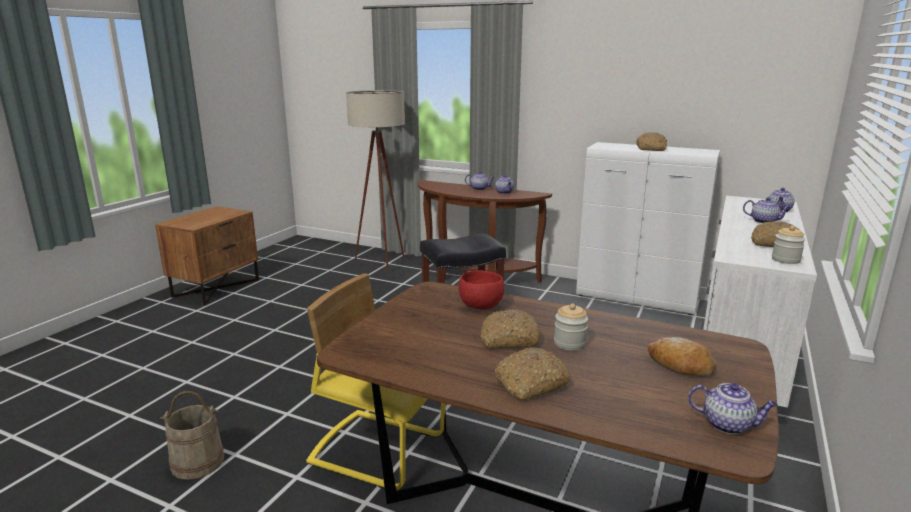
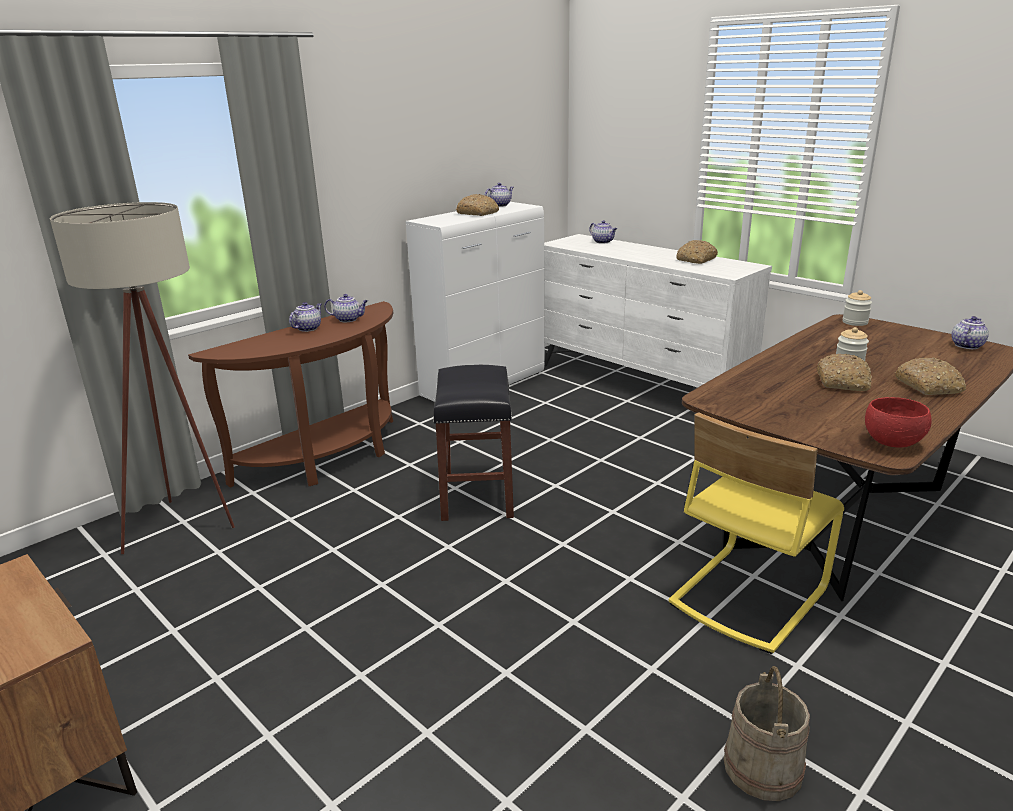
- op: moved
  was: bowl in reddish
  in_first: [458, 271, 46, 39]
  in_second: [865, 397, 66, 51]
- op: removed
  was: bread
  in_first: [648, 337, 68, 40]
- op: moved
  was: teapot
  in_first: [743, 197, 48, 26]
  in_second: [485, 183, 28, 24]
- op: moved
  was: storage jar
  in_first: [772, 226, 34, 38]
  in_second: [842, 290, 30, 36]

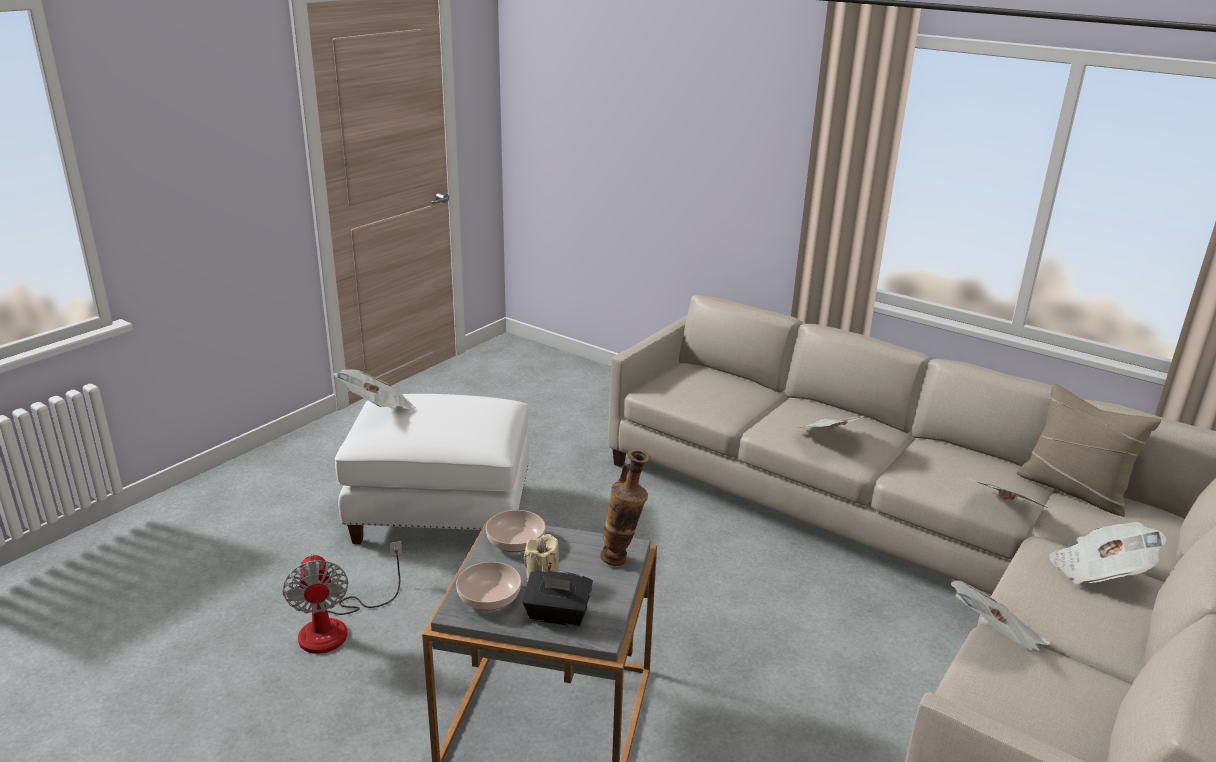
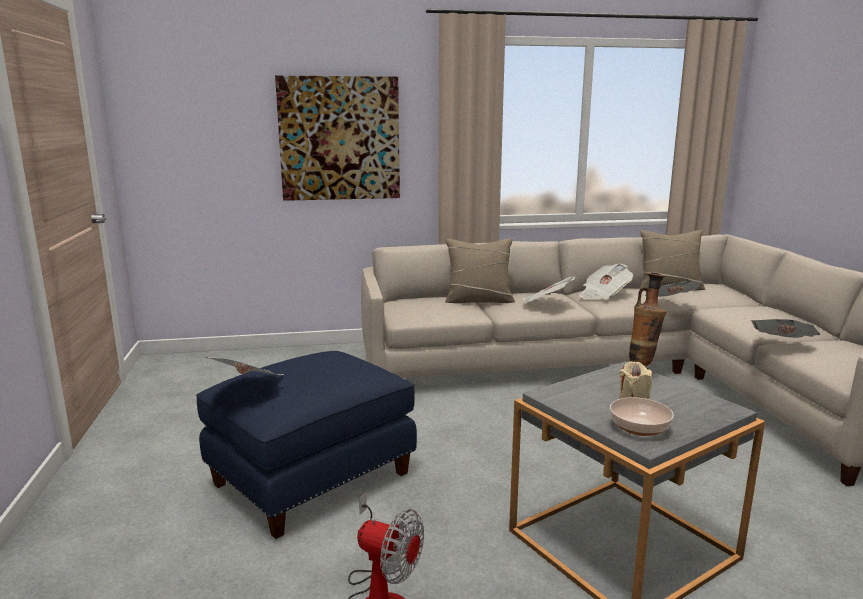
- op: recoloured
  was: pouffe in white-coloured
  now: pouffe in bluish
  in_first: [335, 394, 194, 150]
  in_second: [196, 351, 221, 188]
- op: removed
  was: bowl
  in_first: [486, 510, 59, 42]
- op: removed
  was: tissue holder in black-coloured
  in_first: [522, 570, 71, 56]
- op: moved
  was: newspaper
  in_first: [1048, 522, 119, 62]
  in_second: [579, 264, 54, 36]
- op: added
  now: picture
  in_second: [275, 75, 125, 126]
- op: added
  now: cushion in beige
  in_second: [445, 238, 70, 65]

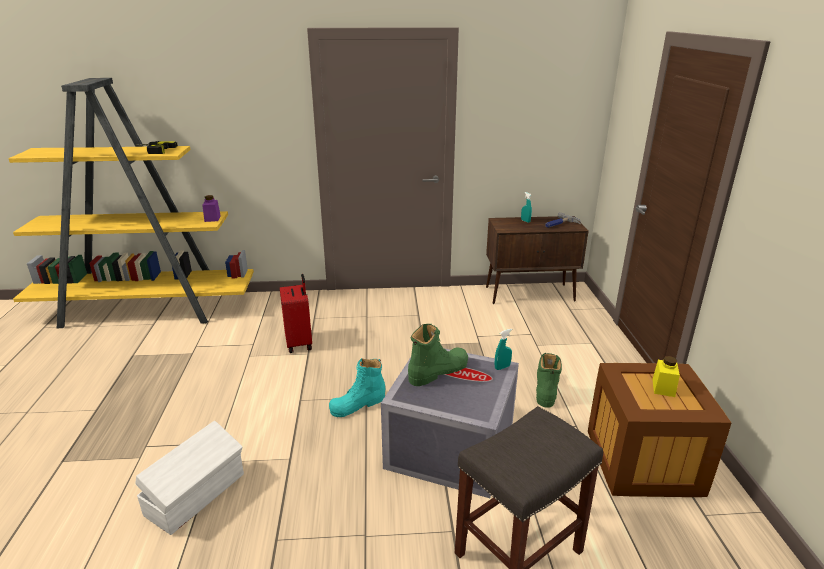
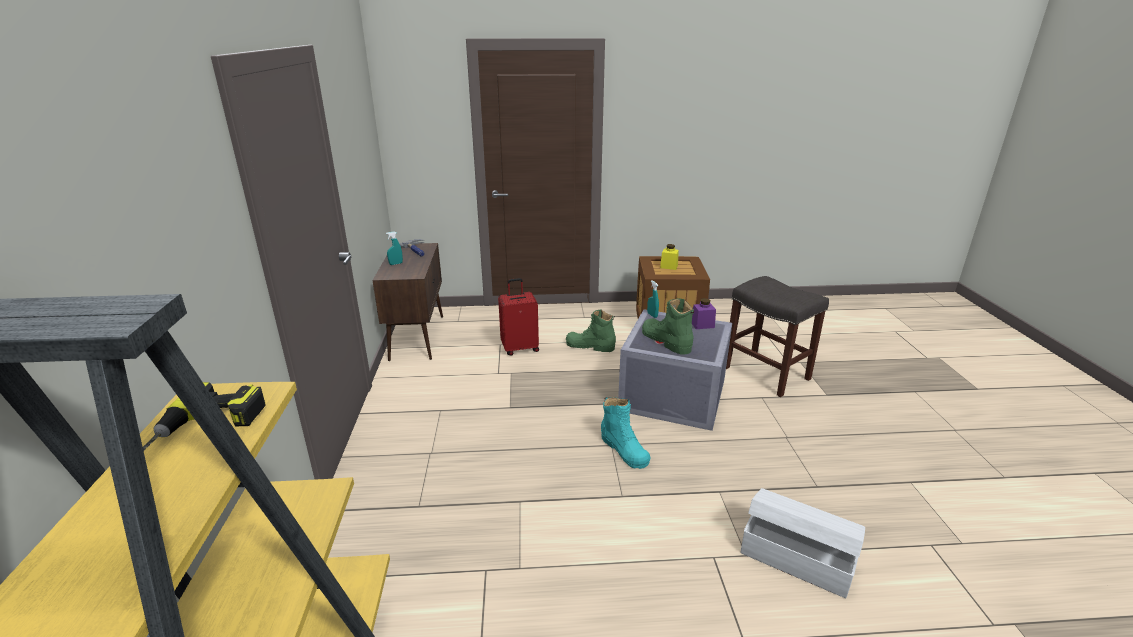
- op: moved
  was: storage jar in purple
  in_first: [202, 195, 19, 27]
  in_second: [692, 298, 24, 31]
- op: moved
  was: suitcase in reddish
  in_first: [280, 274, 32, 79]
  in_second: [498, 278, 41, 78]

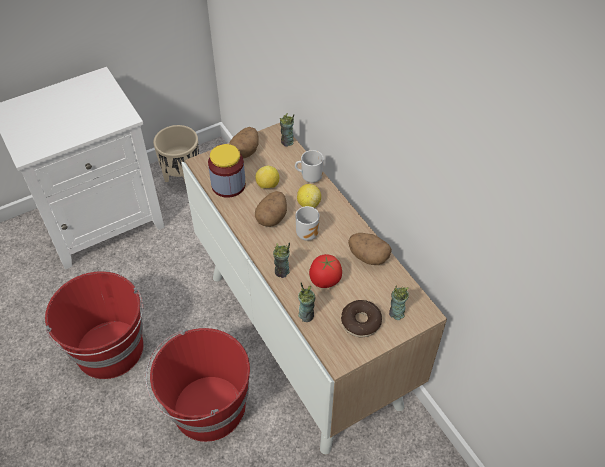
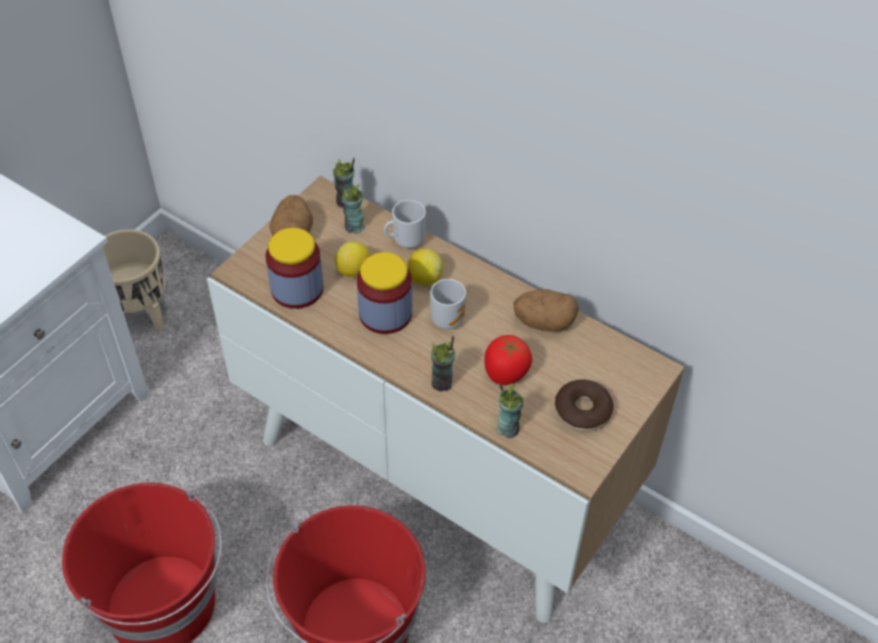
- op: replaced
  was: whole potato
  now: storage jar
  in_first: [255, 191, 32, 36]
  in_second: [357, 252, 55, 82]
- op: moved
  was: small cup
  in_first: [389, 285, 20, 35]
  in_second: [341, 184, 24, 50]

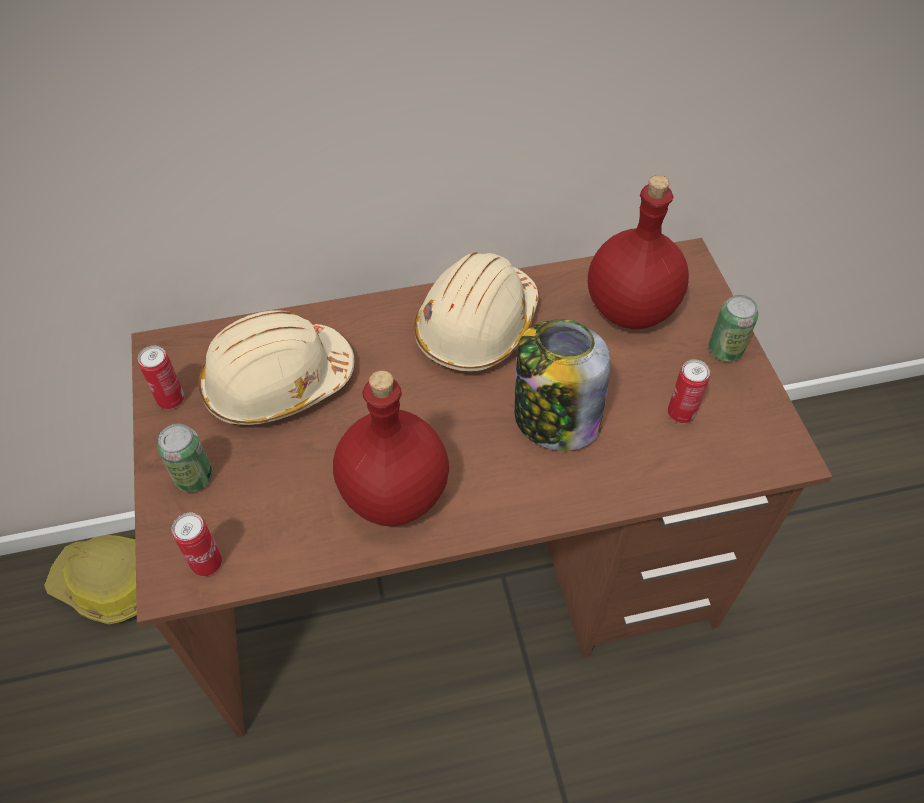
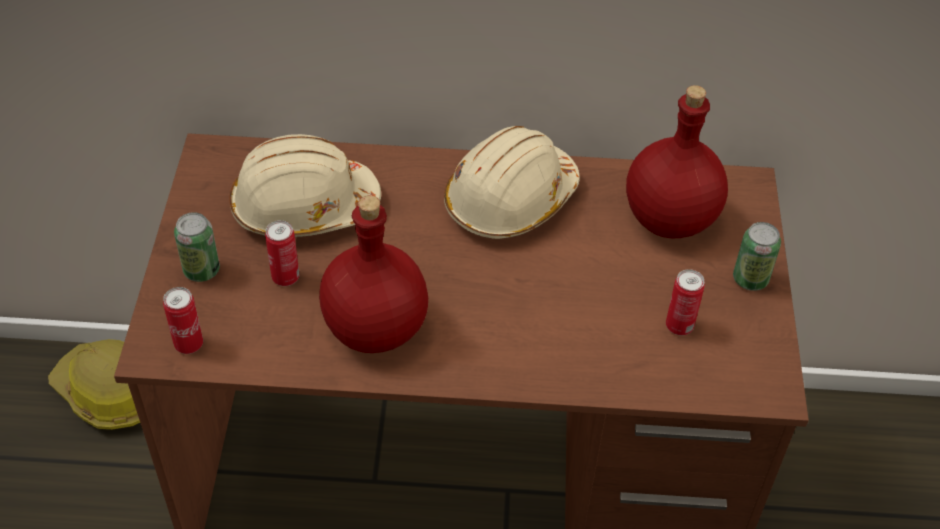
- op: moved
  was: can
  in_first: [138, 346, 46, 63]
  in_second: [265, 220, 34, 66]
- op: removed
  was: storage jar
  in_first: [515, 319, 96, 132]

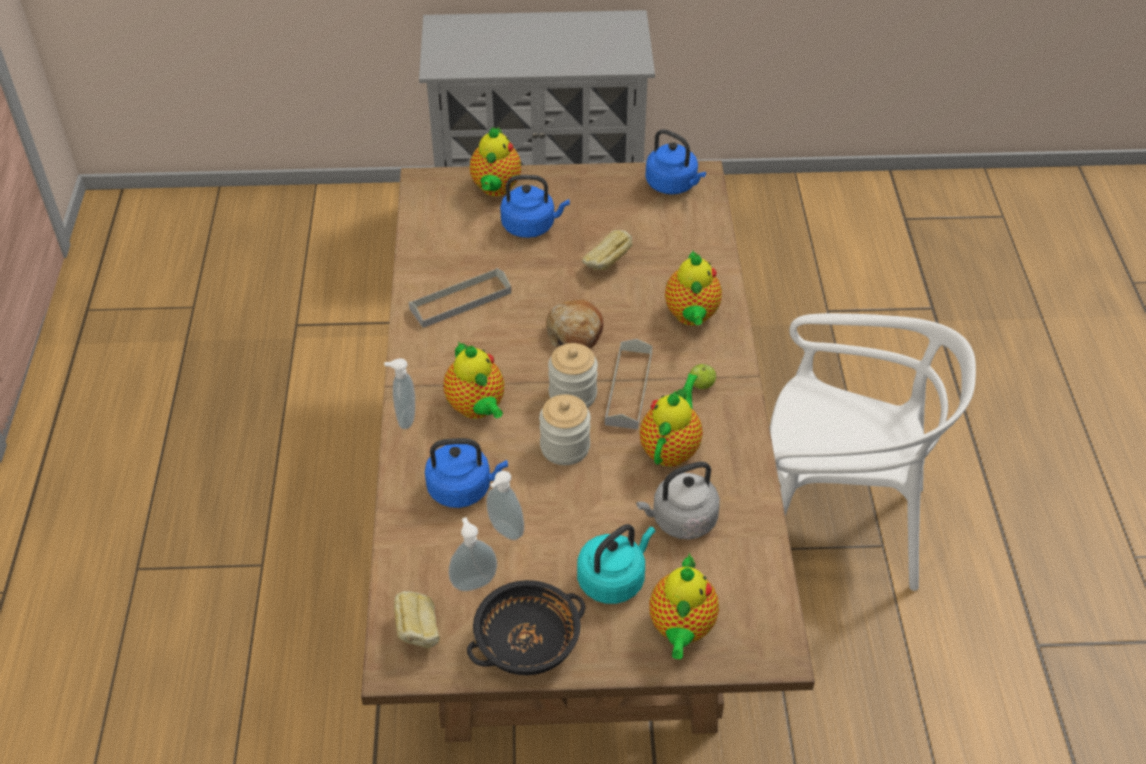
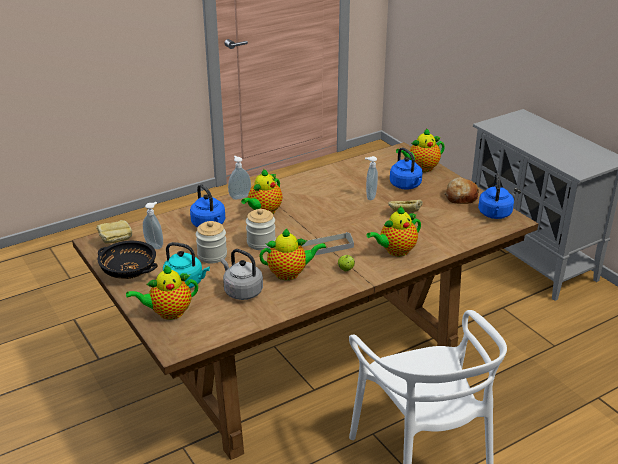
- op: removed
  was: serving tray in greyish
  in_first: [409, 268, 102, 60]
- op: moved
  was: soap bottle
  in_first: [486, 471, 38, 69]
  in_second: [365, 156, 13, 44]
- op: moved
  was: bread
  in_first: [546, 300, 58, 49]
  in_second: [444, 177, 35, 27]
- op: moved
  was: storage jar
  in_first: [548, 343, 50, 65]
  in_second: [196, 221, 31, 42]

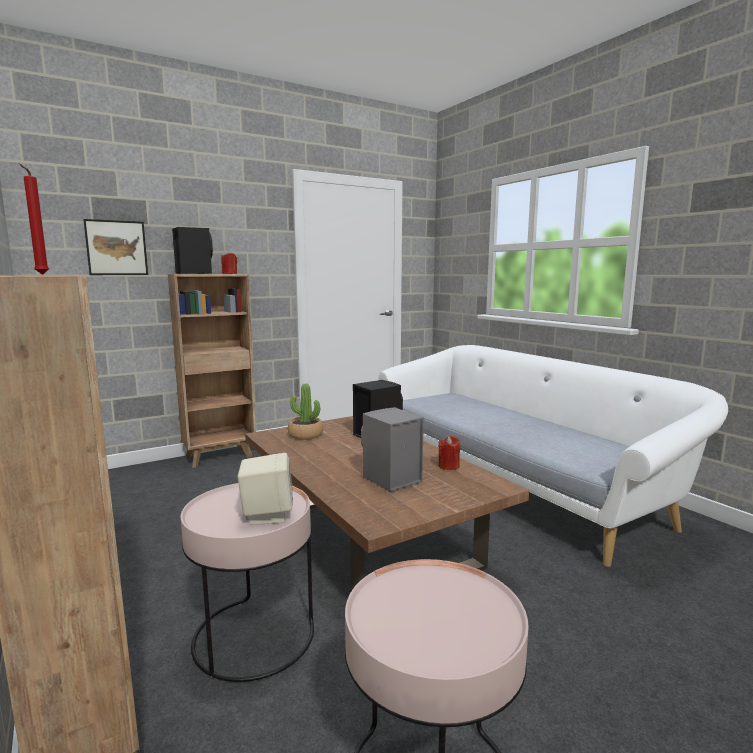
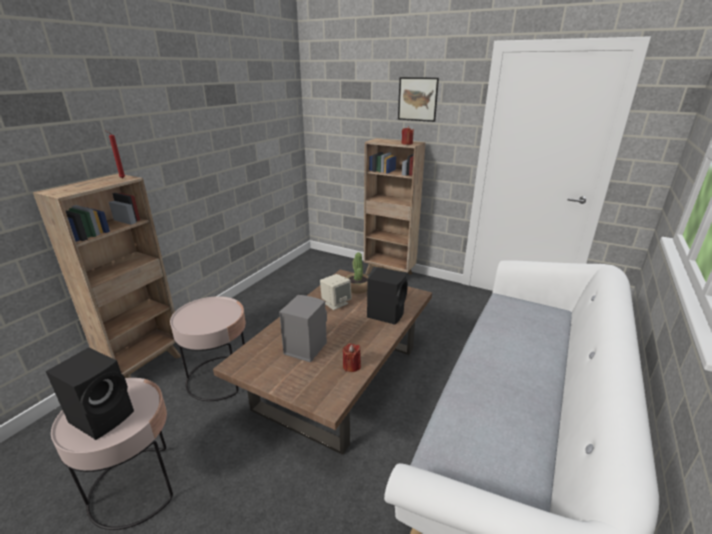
- op: moved
  was: picture
  in_first: [83, 219, 65, 56]
  in_second: [398, 77, 41, 45]
- op: moved
  was: audio speaker in black-coloured
  in_first: [172, 227, 41, 47]
  in_second: [46, 347, 88, 93]
- op: moved
  was: audio speaker in beige
  in_first: [238, 453, 55, 72]
  in_second: [320, 274, 32, 36]

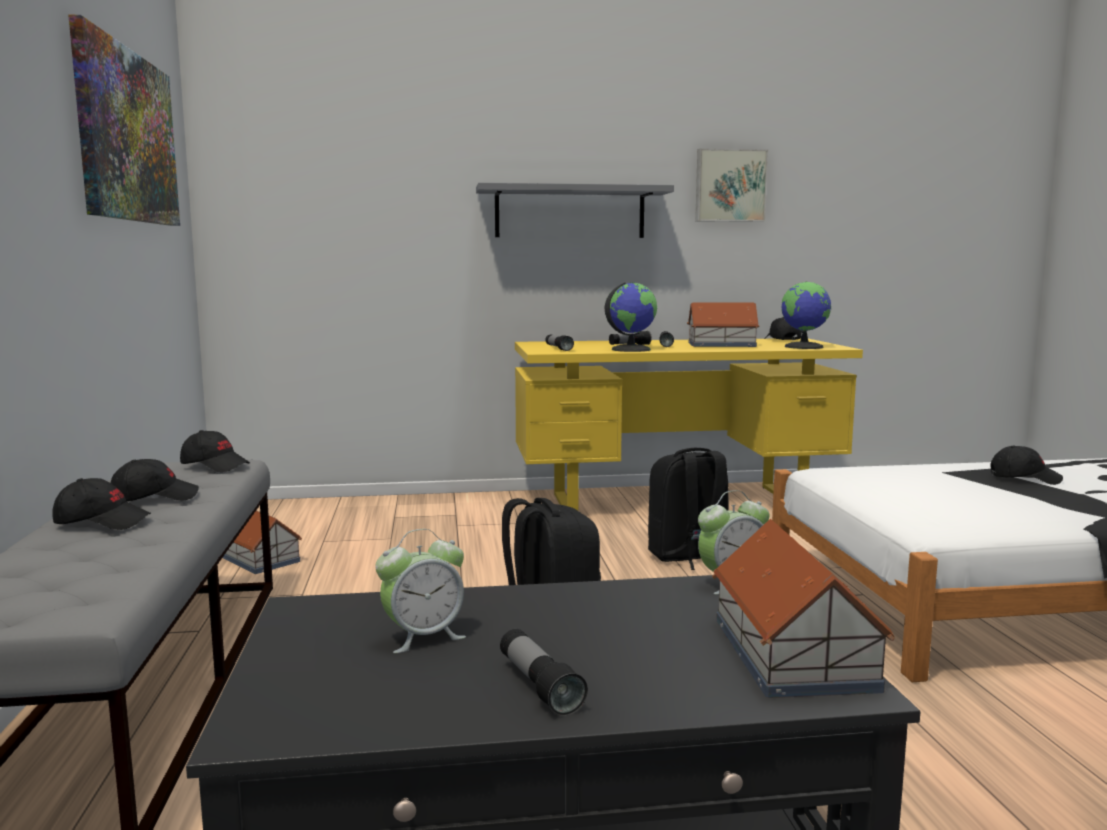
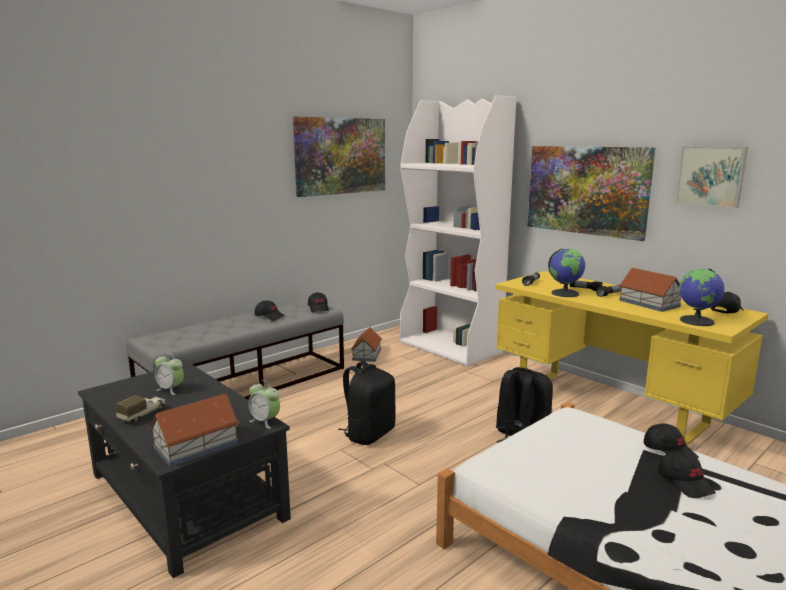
- op: moved
  was: peaked cap in black-coloured
  in_first: [53, 478, 98, 52]
  in_second: [644, 423, 55, 36]
- op: replaced
  was: shelf in greyish
  now: picture
  in_first: [476, 182, 198, 56]
  in_second: [528, 146, 128, 95]
- op: replaced
  was: hand torch
  now: toy lorry
  in_first: [500, 629, 88, 87]
  in_second: [115, 395, 51, 27]
- op: added
  now: shelving unit in white-coloured
  in_second: [400, 95, 116, 271]

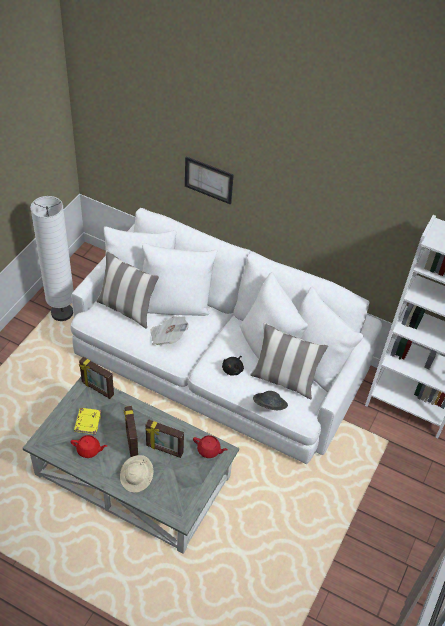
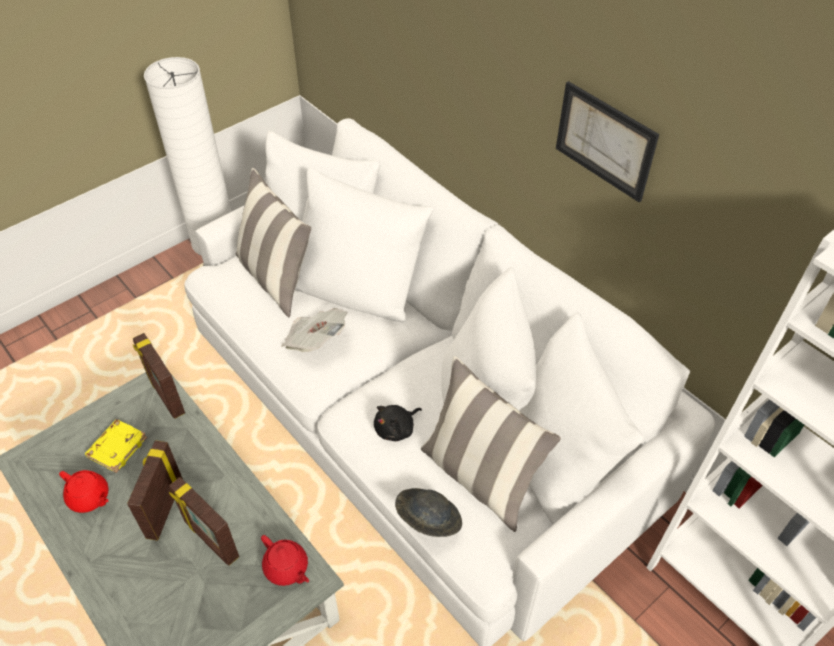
- op: removed
  was: clothing hat in beige
  in_first: [120, 455, 33, 38]
- op: moved
  was: picture
  in_first: [185, 157, 49, 48]
  in_second: [556, 81, 103, 121]

